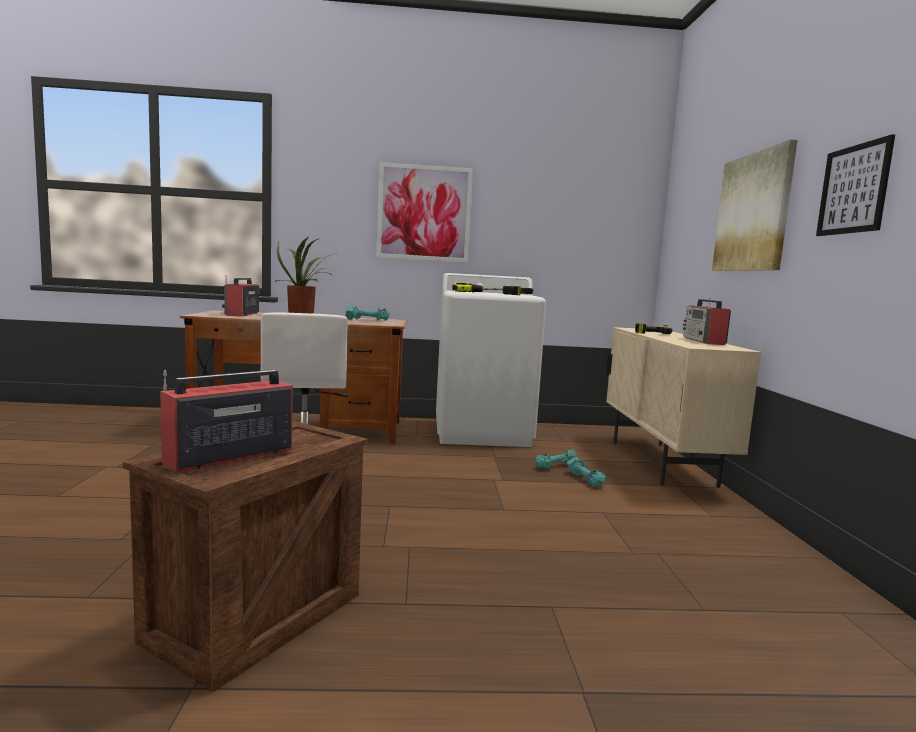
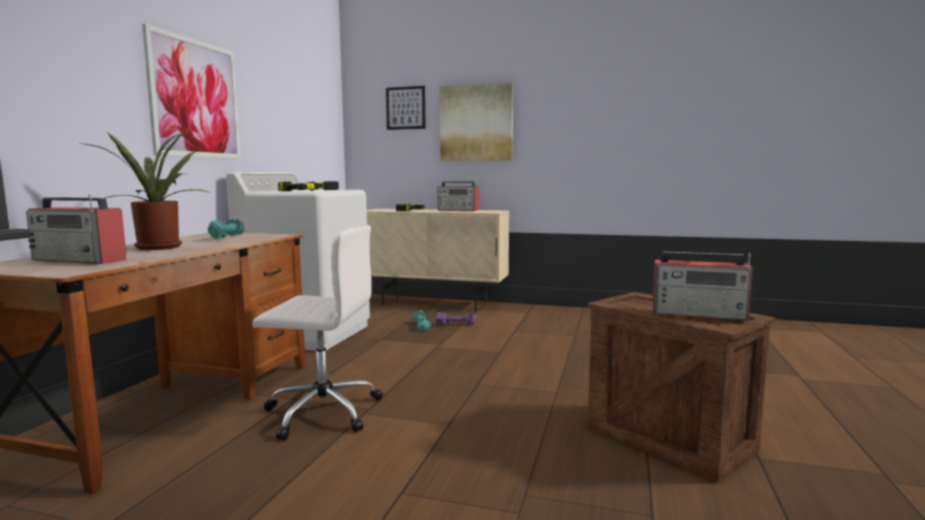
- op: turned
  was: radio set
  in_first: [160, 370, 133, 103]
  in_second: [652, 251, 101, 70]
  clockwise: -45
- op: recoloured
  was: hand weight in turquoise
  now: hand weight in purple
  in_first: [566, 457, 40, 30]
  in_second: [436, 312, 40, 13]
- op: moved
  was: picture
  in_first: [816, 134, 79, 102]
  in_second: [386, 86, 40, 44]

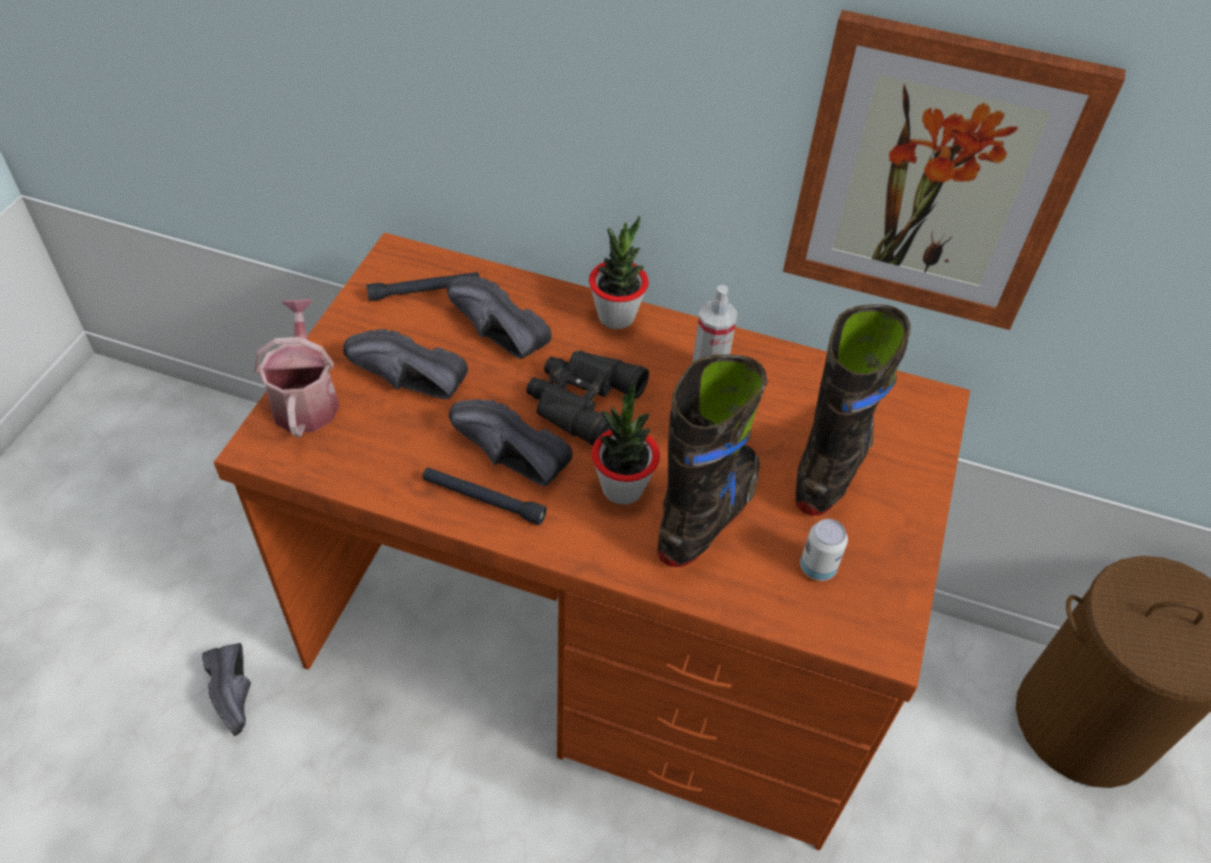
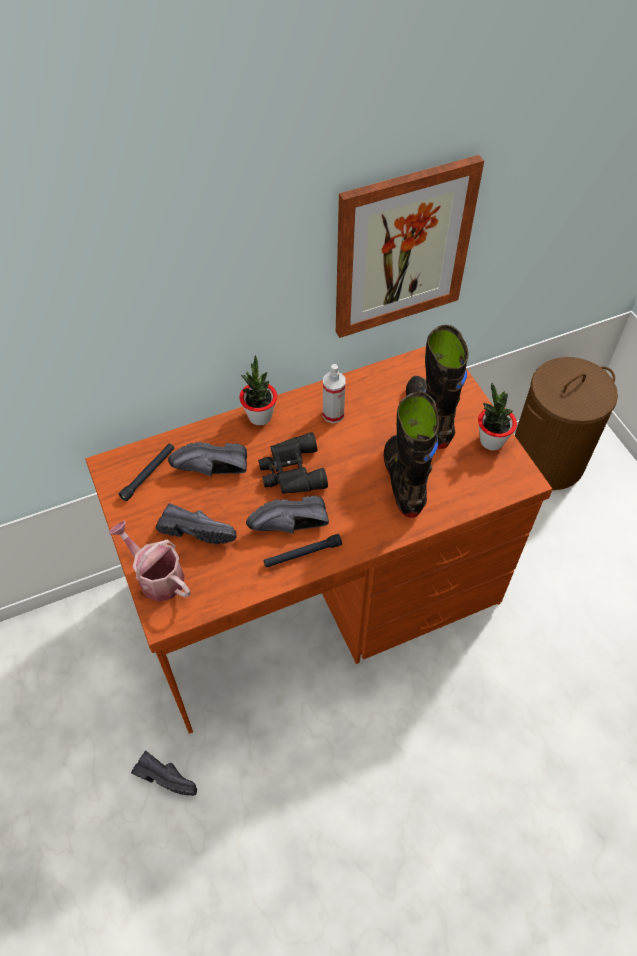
- op: turned
  was: shoe in black-coloured
  in_first: [343, 329, 125, 70]
  in_second: [156, 503, 80, 41]
  clockwise: -135
- op: moved
  was: potted plant
  in_first: [591, 380, 69, 125]
  in_second: [478, 383, 39, 68]
- op: removed
  was: can
  in_first: [800, 519, 48, 62]

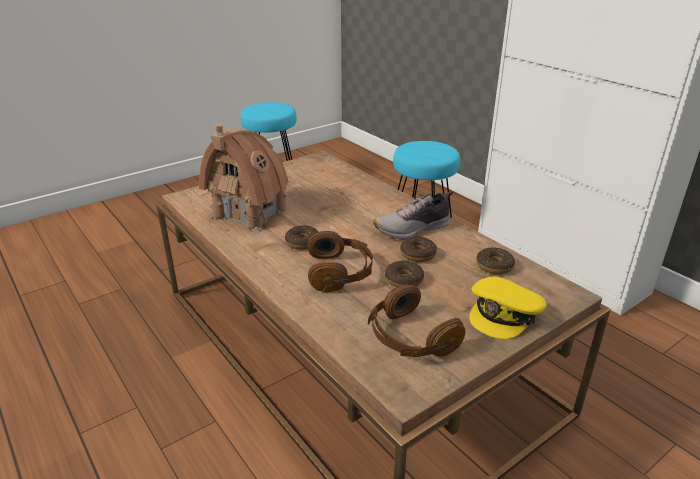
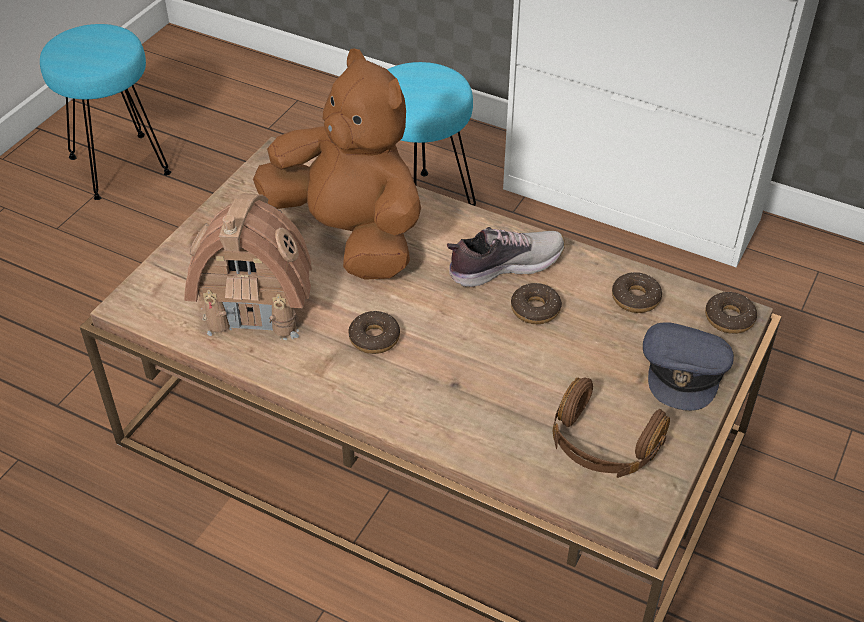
- op: removed
  was: headset in brownish
  in_first: [308, 231, 65, 61]
- op: turned
  was: shoe
  in_first: [373, 191, 80, 49]
  in_second: [447, 227, 118, 60]
  clockwise: -150
- op: moved
  was: donut
  in_first: [385, 261, 39, 26]
  in_second: [705, 291, 52, 43]
- op: recoloured
  was: peaked cap in yellowish
  now: peaked cap in greyish
  in_first: [470, 276, 77, 63]
  in_second: [643, 322, 91, 89]
- op: added
  now: soft toy in brownish
  in_second: [253, 48, 168, 232]

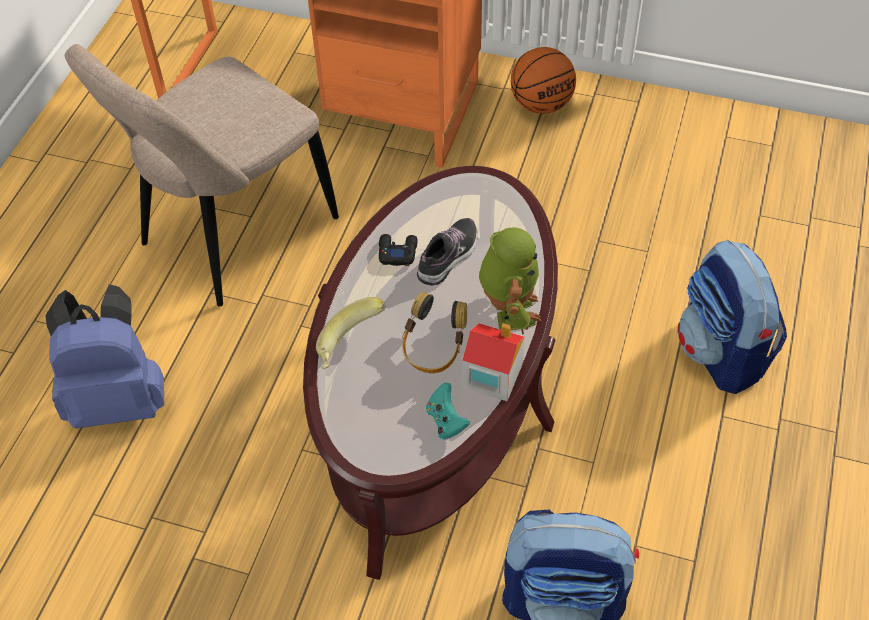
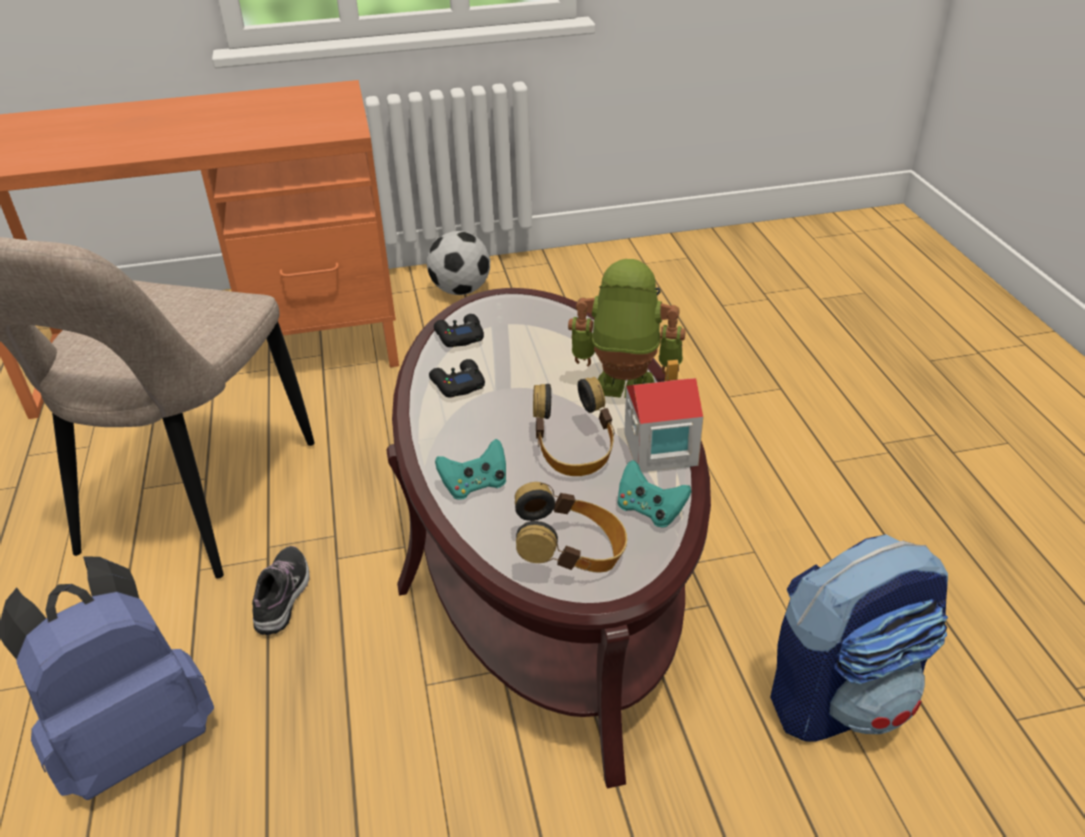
- op: replaced
  was: banana fruit
  now: game controller in turquoise
  in_first: [316, 297, 69, 72]
  in_second: [435, 439, 71, 61]
- op: moved
  was: shoe
  in_first: [417, 218, 61, 68]
  in_second: [252, 546, 57, 89]
- op: turned
  was: robot figure
  in_first: [479, 227, 62, 108]
  in_second: [568, 259, 118, 139]
  clockwise: -45
- op: replaced
  was: ball for basketball
  now: ball for football
  in_first: [511, 47, 65, 67]
  in_second: [427, 231, 63, 64]
- op: removed
  was: knapsack
  in_first: [678, 240, 109, 154]
- op: added
  now: game controller in black-coloured
  in_second: [434, 314, 50, 33]
- op: added
  now: headset
  in_second: [515, 482, 112, 91]

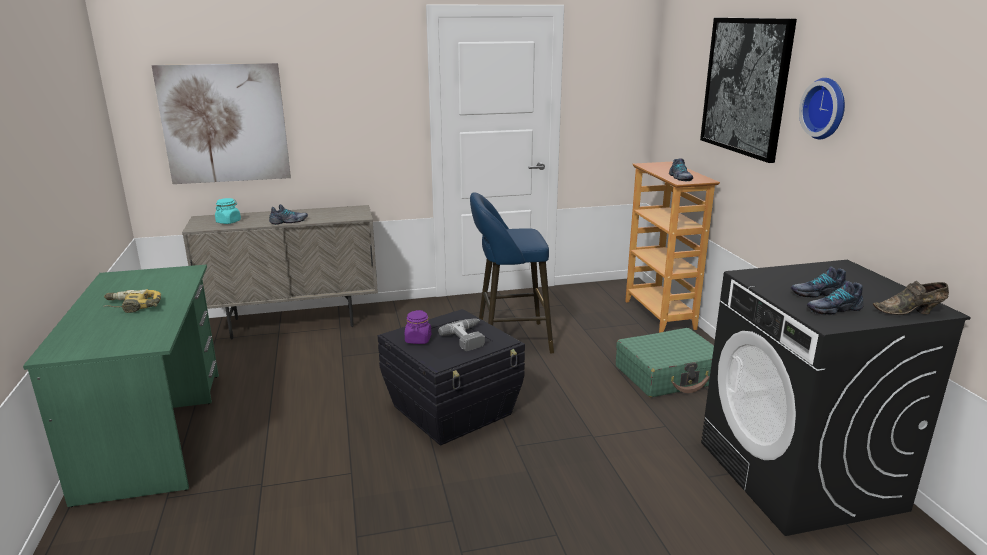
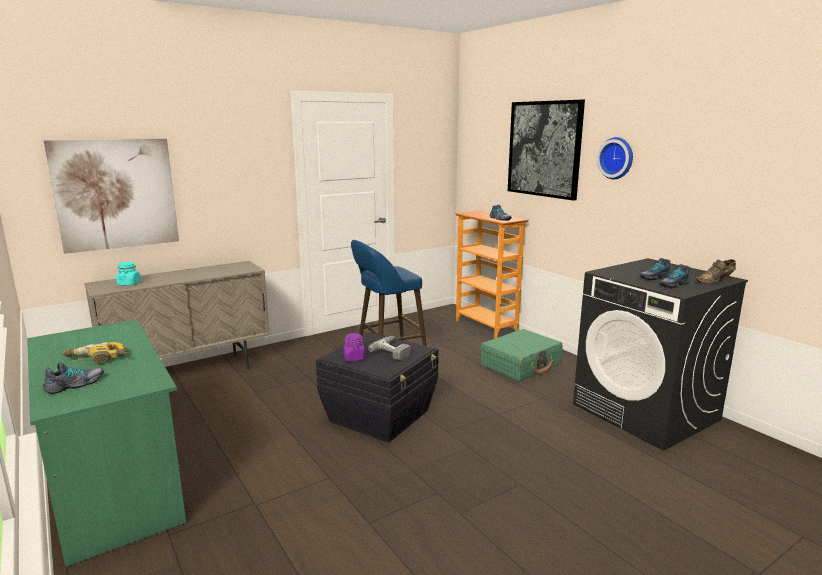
- op: moved
  was: shoe
  in_first: [269, 204, 39, 21]
  in_second: [43, 362, 61, 32]

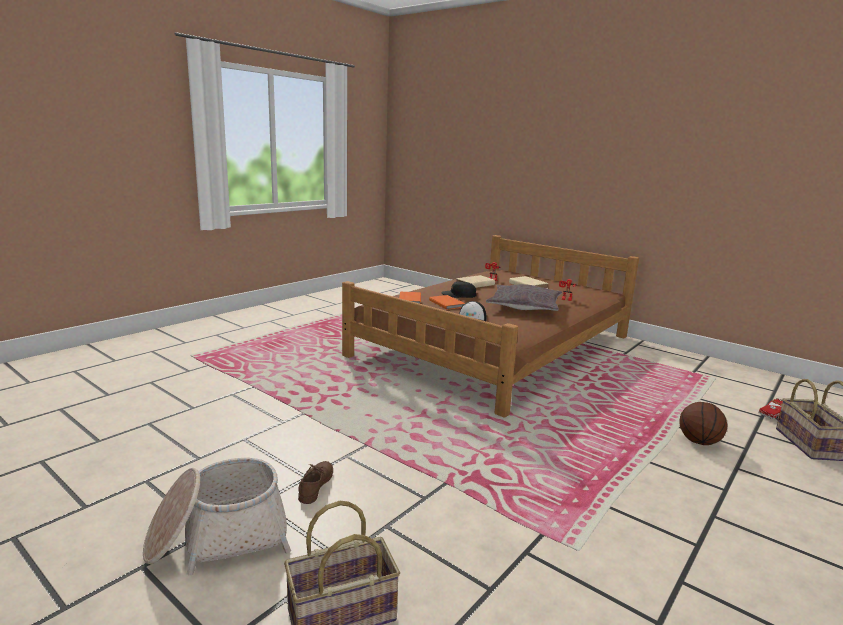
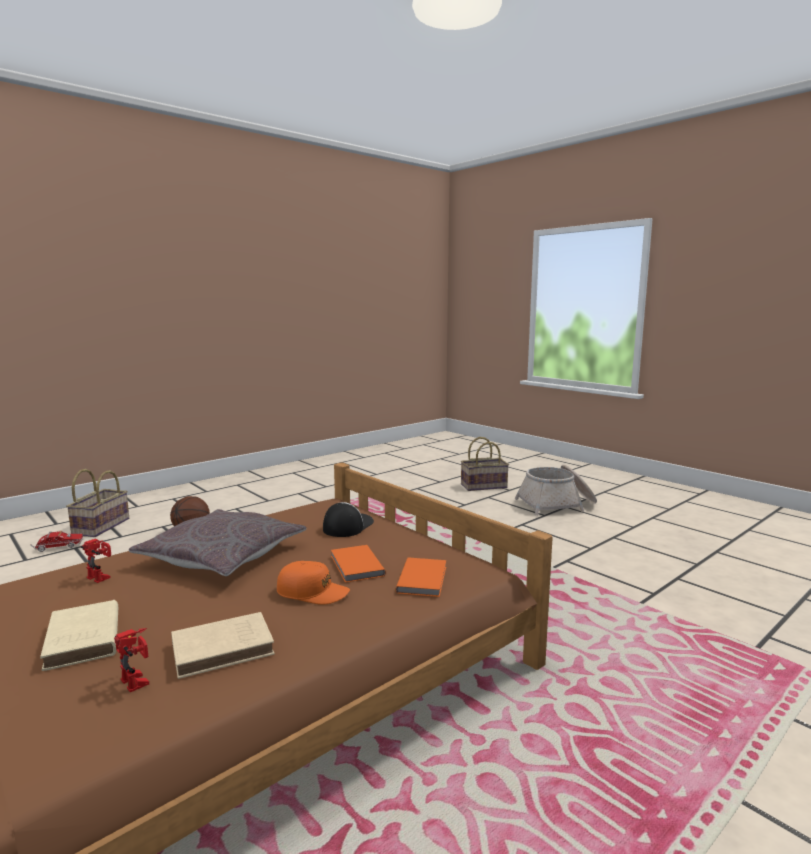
- op: removed
  was: shoe in brownish
  in_first: [298, 461, 35, 43]
- op: recoloured
  was: peaked cap in black-coloured
  now: peaked cap in orange-coloured
  in_first: [441, 282, 36, 16]
  in_second: [277, 561, 73, 44]

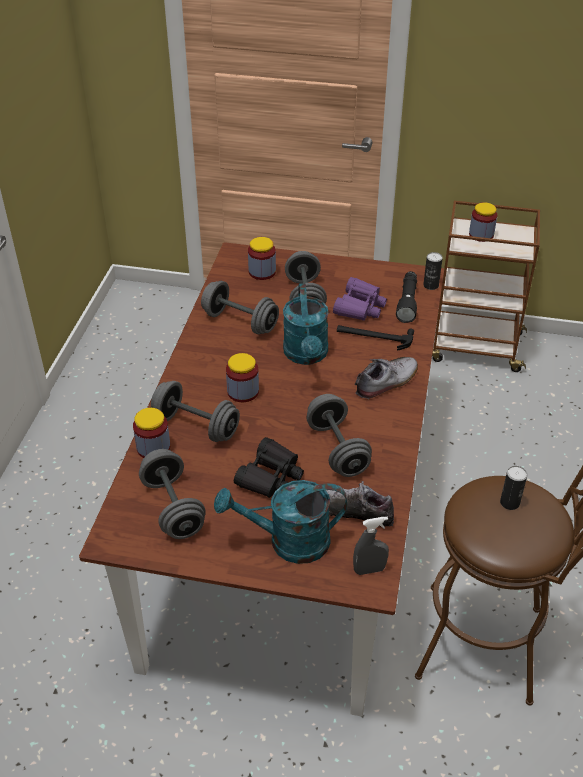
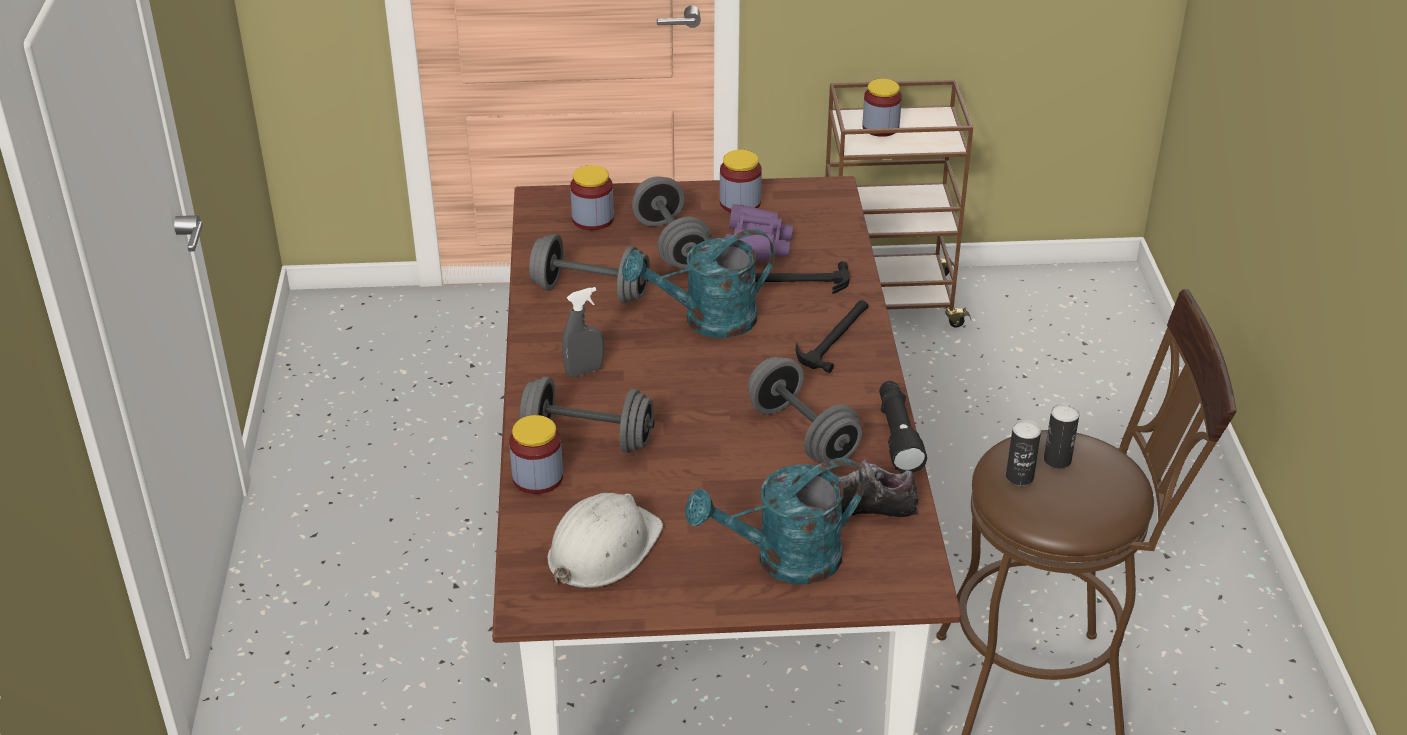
- op: replaced
  was: hand weight in greyish
  now: safety helmet in white-coloured
  in_first: [139, 449, 67, 90]
  in_second: [547, 493, 116, 95]
- op: moved
  was: storage jar
  in_first: [226, 353, 33, 49]
  in_second: [720, 150, 42, 63]
- op: removed
  was: pair of binoculars in black-coloured
  in_first: [234, 437, 70, 61]
- op: turned
  was: watering pot in turquoise
  in_first: [283, 283, 46, 82]
  in_second: [622, 229, 153, 109]
  clockwise: 90
- op: moved
  was: sprayer in greyish
  in_first: [353, 517, 36, 58]
  in_second: [562, 287, 42, 90]
- op: replaced
  was: shoe
  now: hand hammer
  in_first: [355, 357, 63, 42]
  in_second: [796, 300, 72, 73]
- op: moved
  was: hand torch in black-coloured
  in_first: [396, 271, 21, 52]
  in_second: [879, 381, 48, 92]
- op: moved
  was: can
  in_first: [423, 252, 20, 38]
  in_second: [1006, 420, 35, 66]

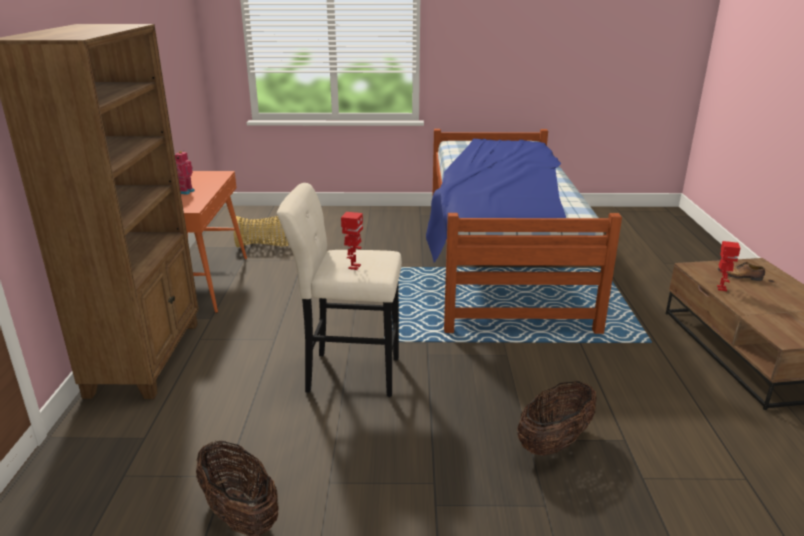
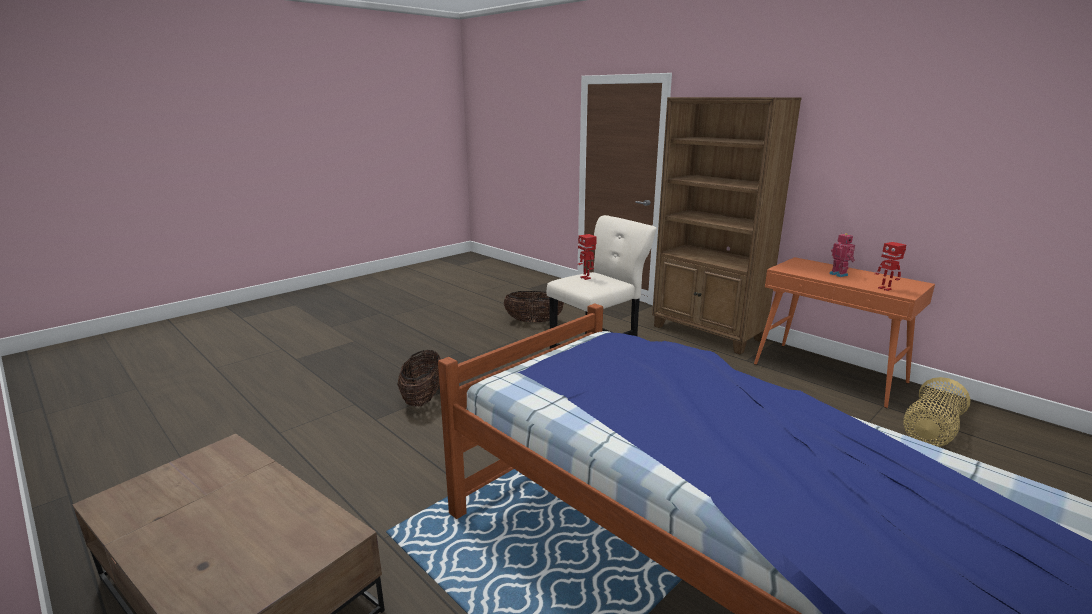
- op: moved
  was: robot figure
  in_first: [717, 241, 24, 50]
  in_second: [875, 242, 31, 49]
- op: removed
  was: shoe
  in_first: [718, 262, 47, 19]

